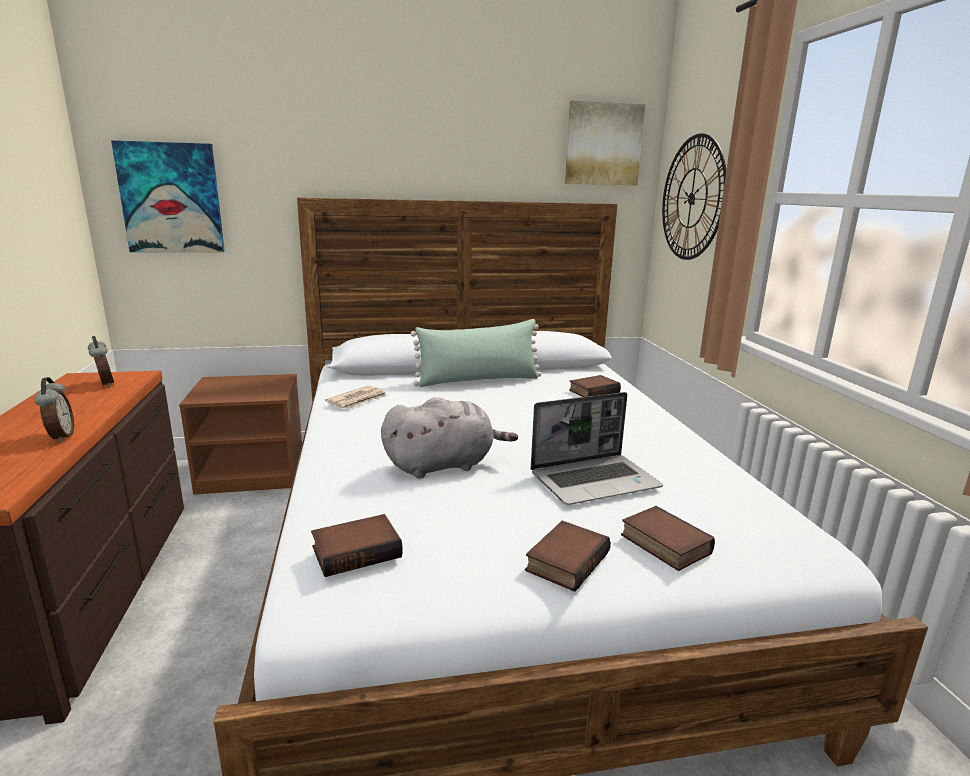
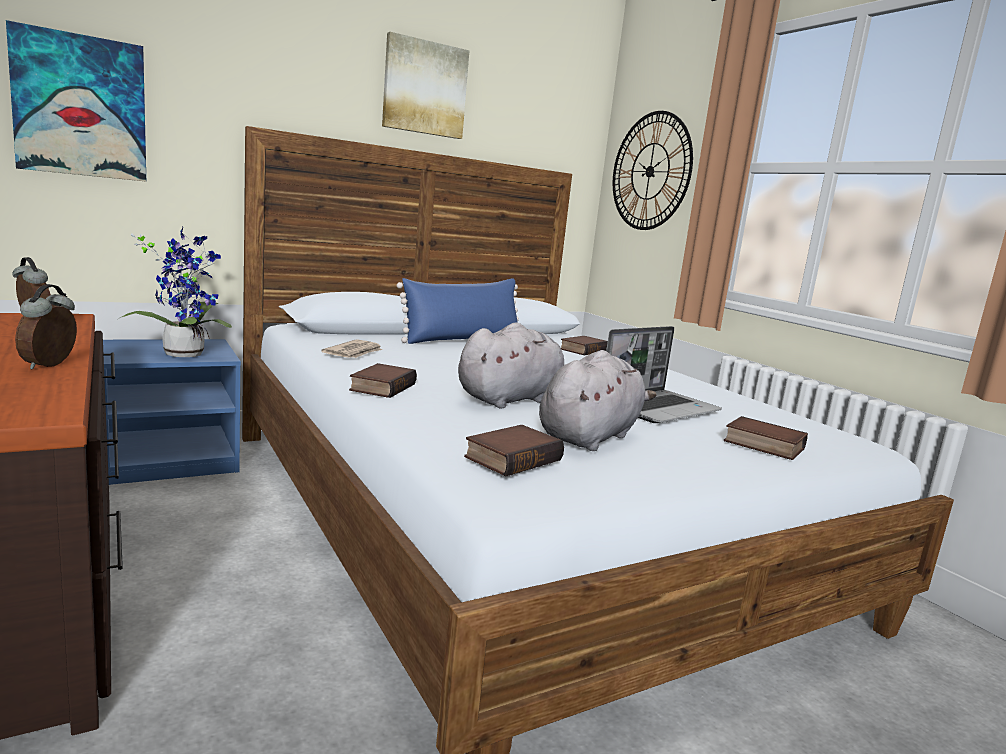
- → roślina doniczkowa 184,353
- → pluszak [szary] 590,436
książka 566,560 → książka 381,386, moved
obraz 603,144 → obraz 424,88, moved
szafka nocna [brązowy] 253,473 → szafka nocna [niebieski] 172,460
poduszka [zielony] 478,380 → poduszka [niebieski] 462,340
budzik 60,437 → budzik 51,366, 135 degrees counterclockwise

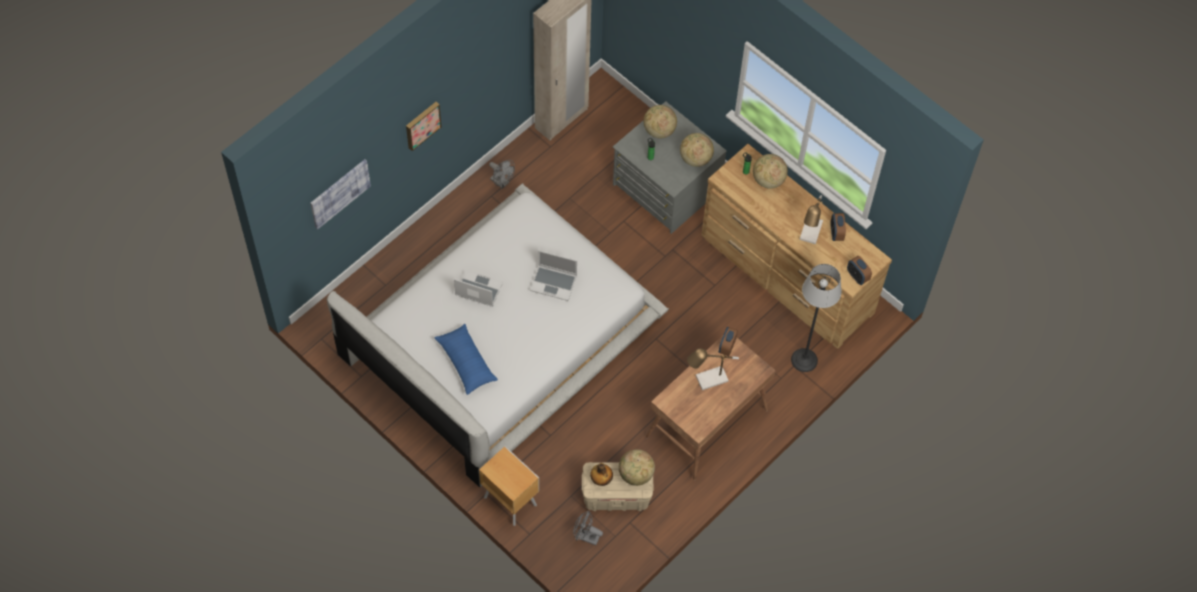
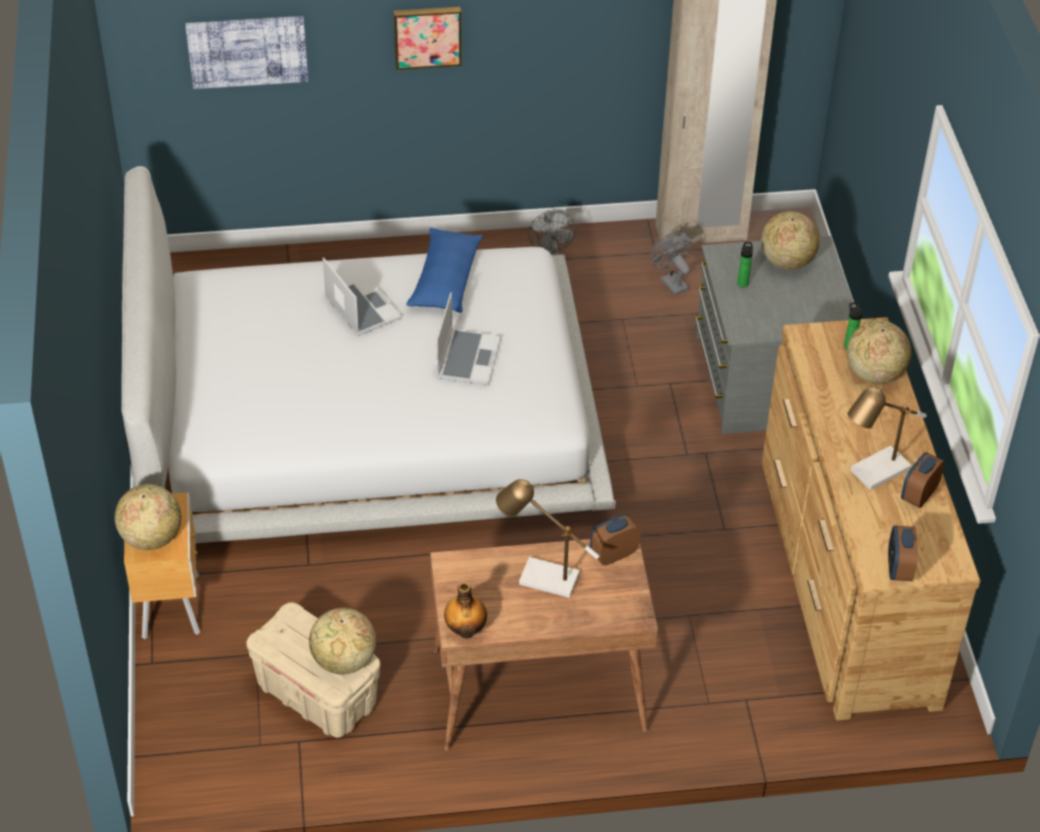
lampa stojąca 804,360 → -
poduszka [niebieski] 466,362 → poduszka [niebieski] 445,279, moved
wentylator [szary] 586,537 → wentylator [szary] 670,282, moved
butelka 601,479 → butelka 466,629, moved
globus 695,158 → globus 151,537, moved
laptop 554,283 → laptop 467,358, 135 degrees counterclockwise

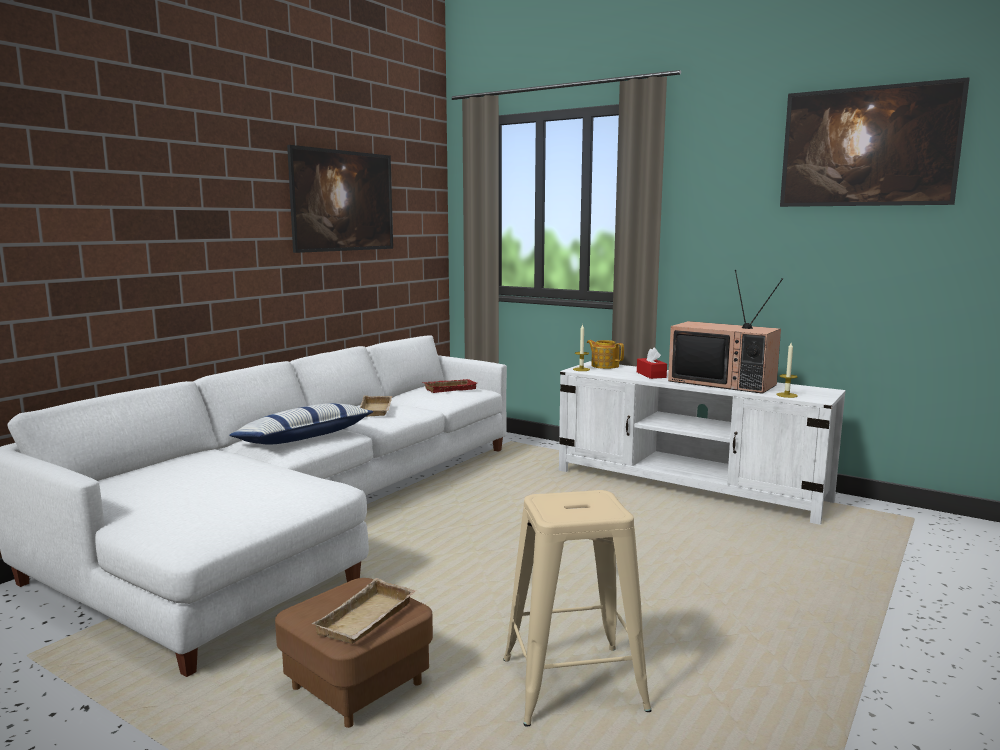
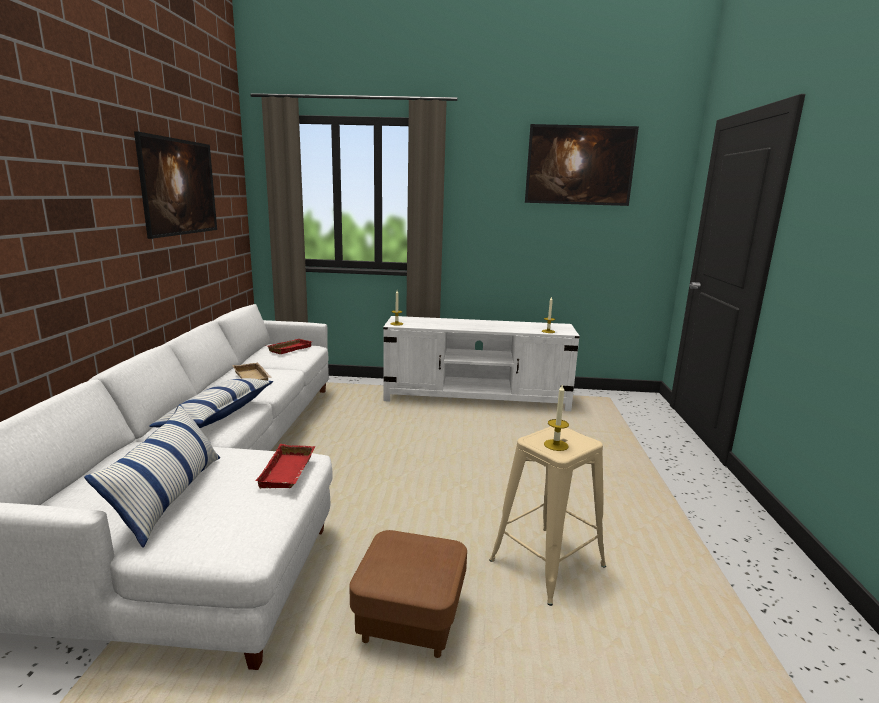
taca [beżowy] 367,620 → -
imbryk 604,366 → -
pudełko chusteczek [czerwony] 651,375 → -
telewizor 724,383 → -
- → poduszka 169,496
- → taca [czerwony] 289,472
- → świeca 556,445

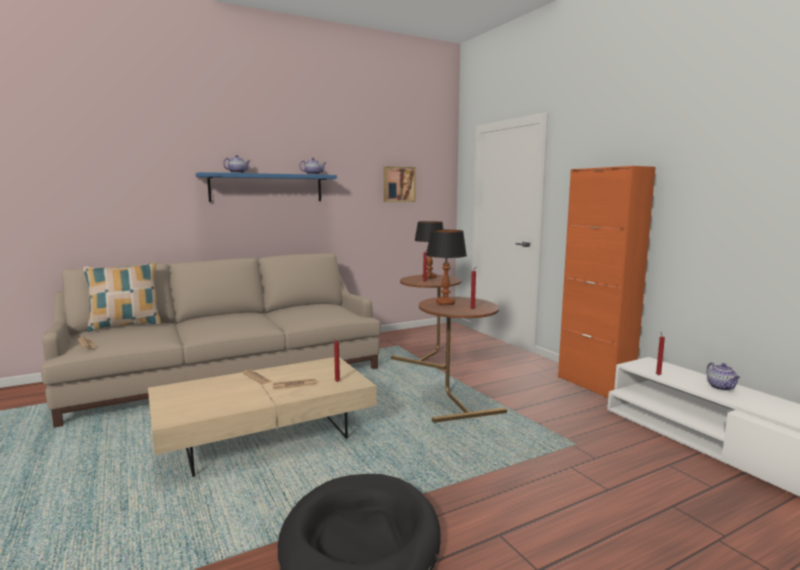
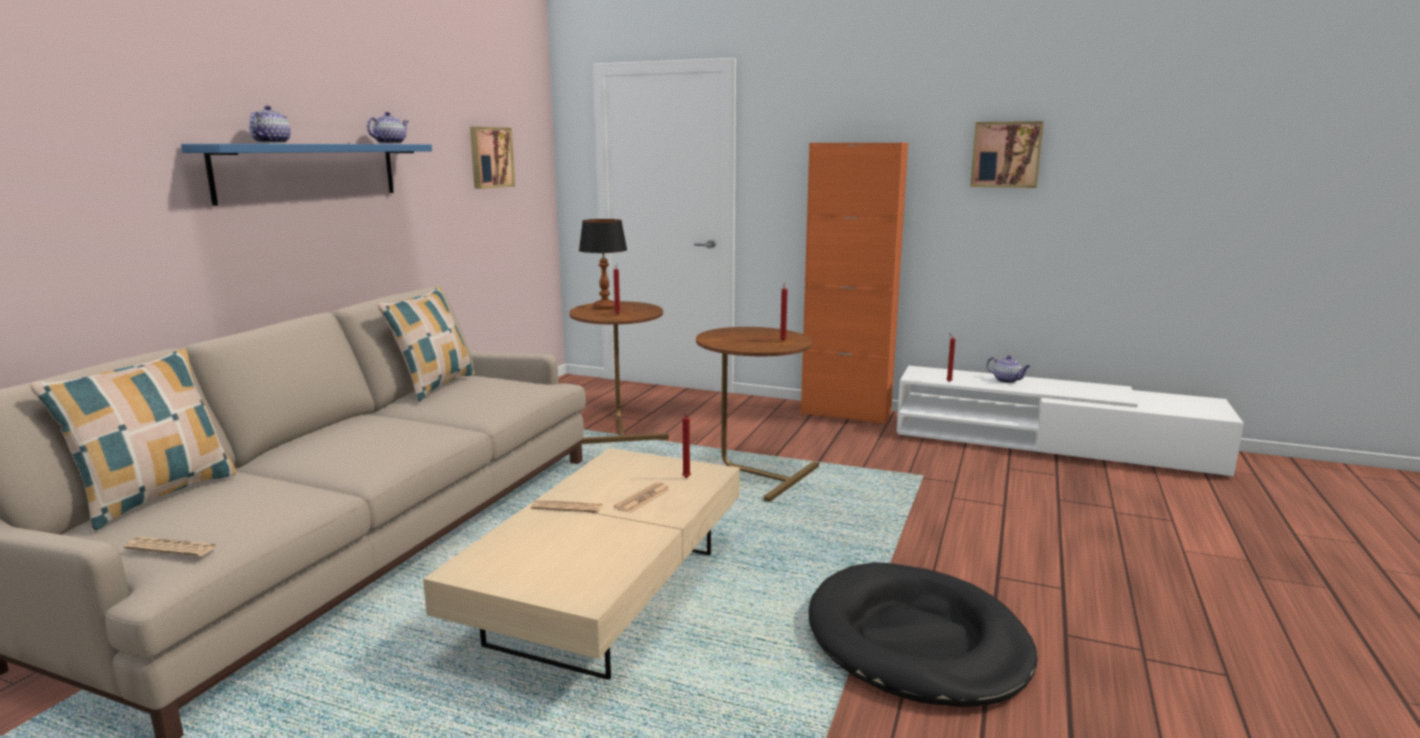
lampa stołowa 445,303 → -
- → poduszka 434,386
- → obraz 1006,154

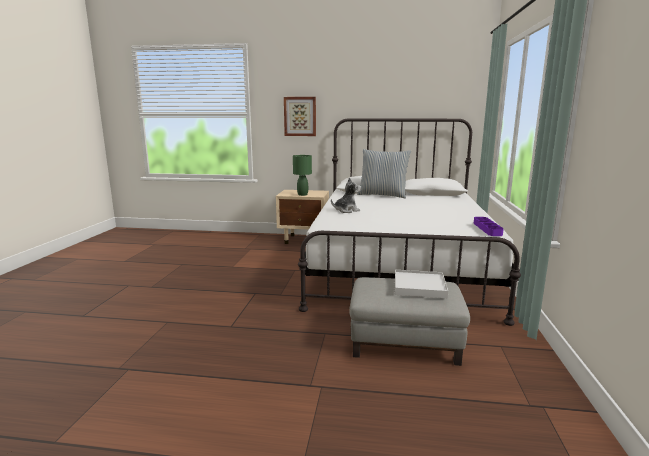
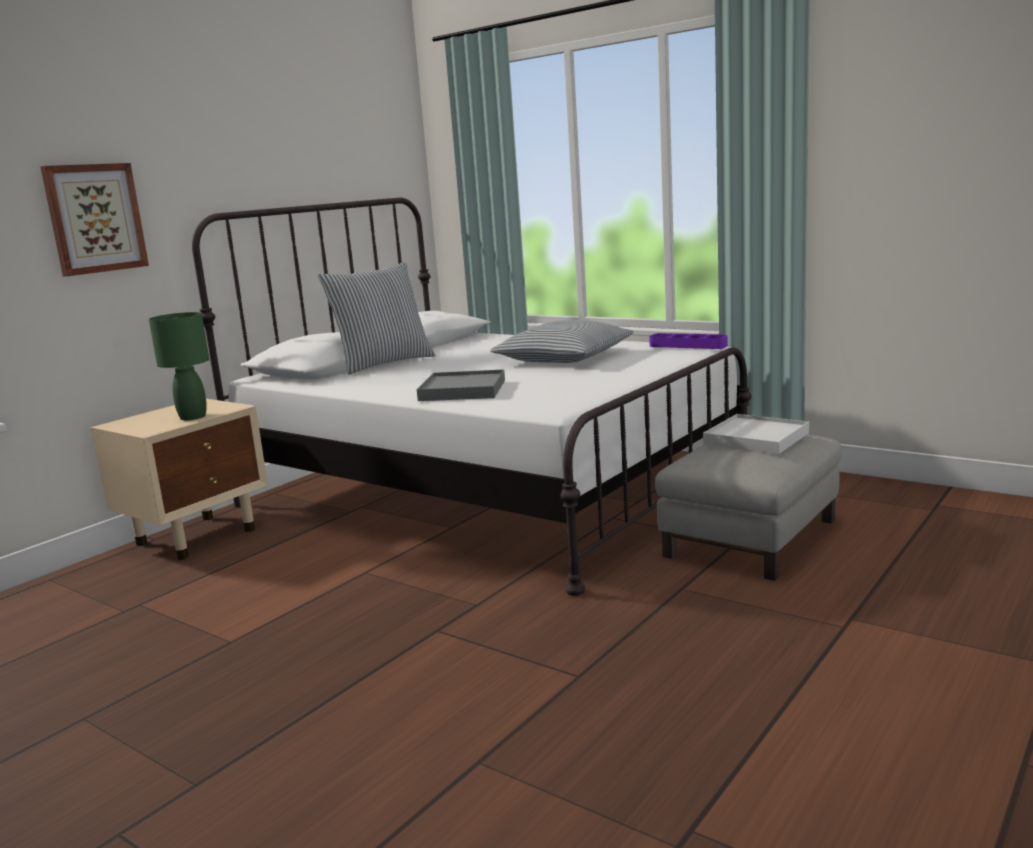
- → poduszka 563,358
pluszak 346,210 → taca [szary] 462,390

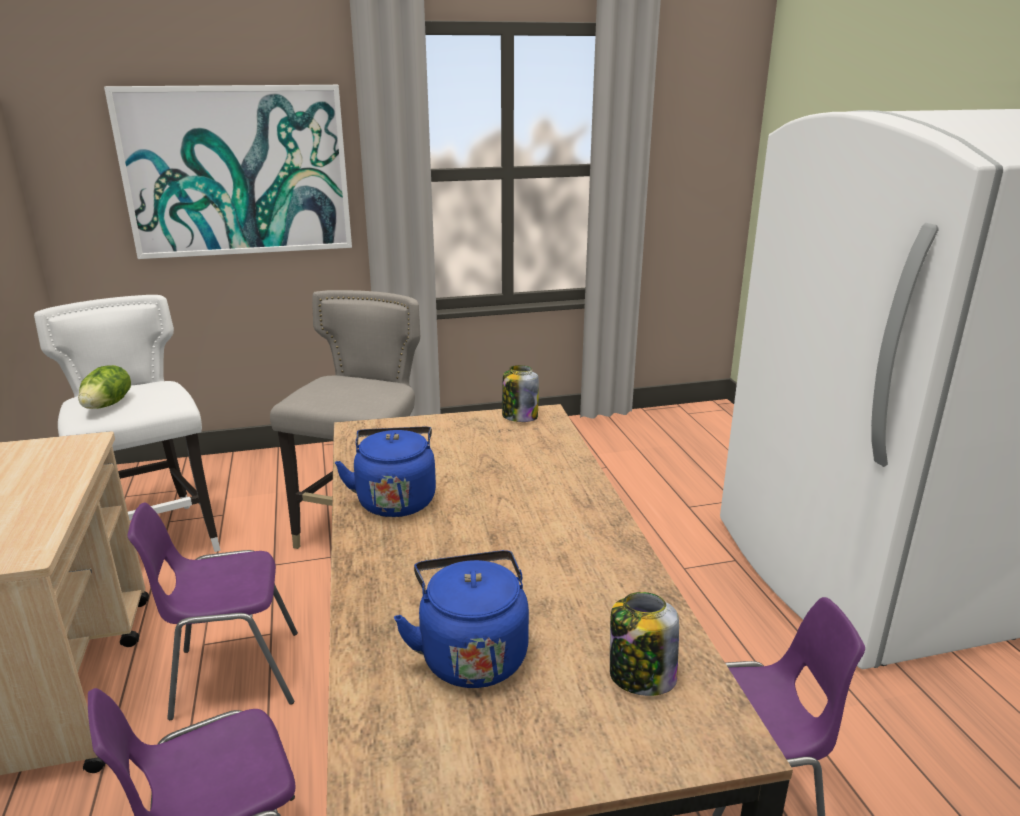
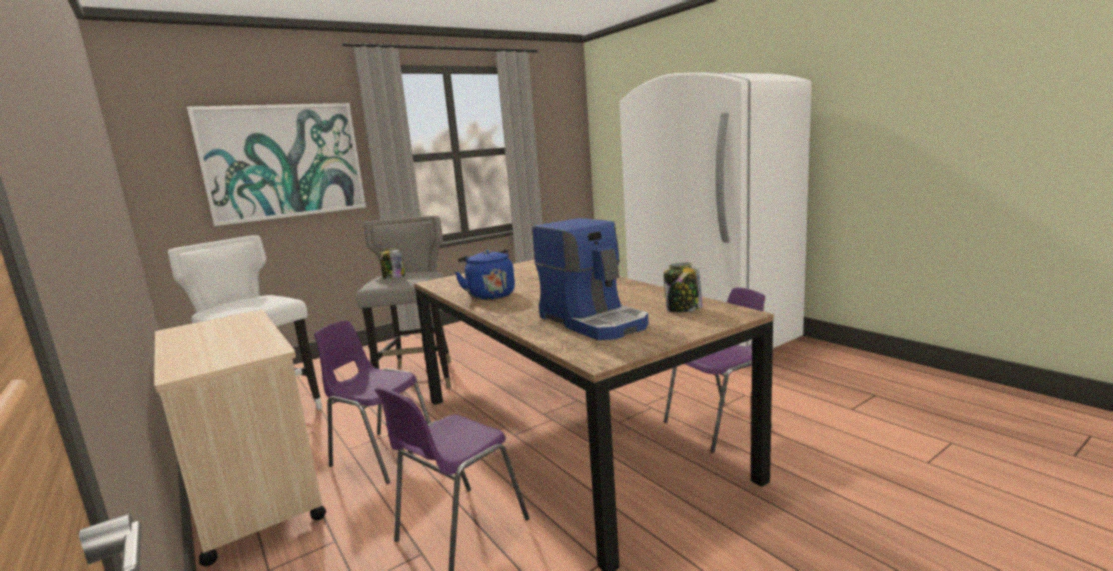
sałata 108,404 → -
słoik 519,416 → słoik 393,278, moved
czajnik [niebieski] 471,654 → ekspres do kawy 594,321
krzesło [fioletowy] 233,675 → krzesło [fioletowy] 382,455, 60 degrees clockwise

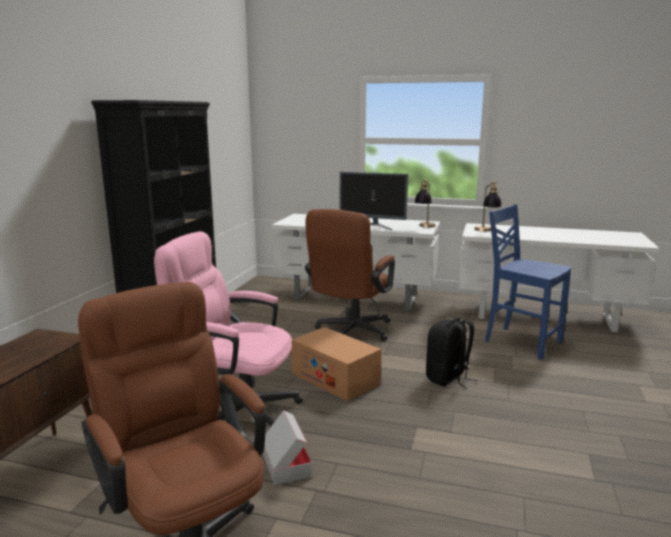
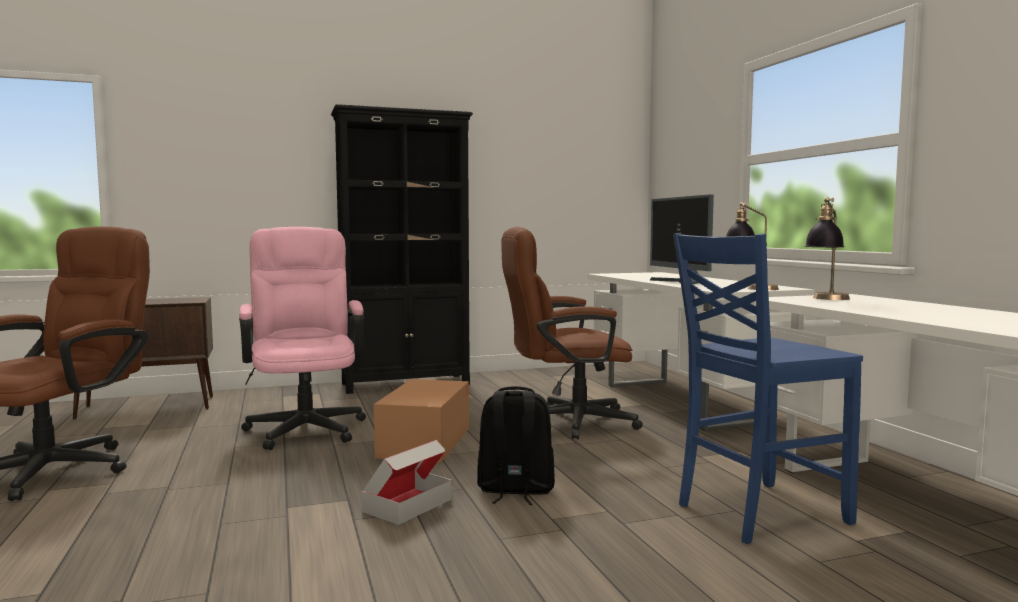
karton 286,463 → karton 407,505, moved
krzesło [niebieski] 521,342 → krzesło [niebieski] 757,513, 120 degrees counterclockwise

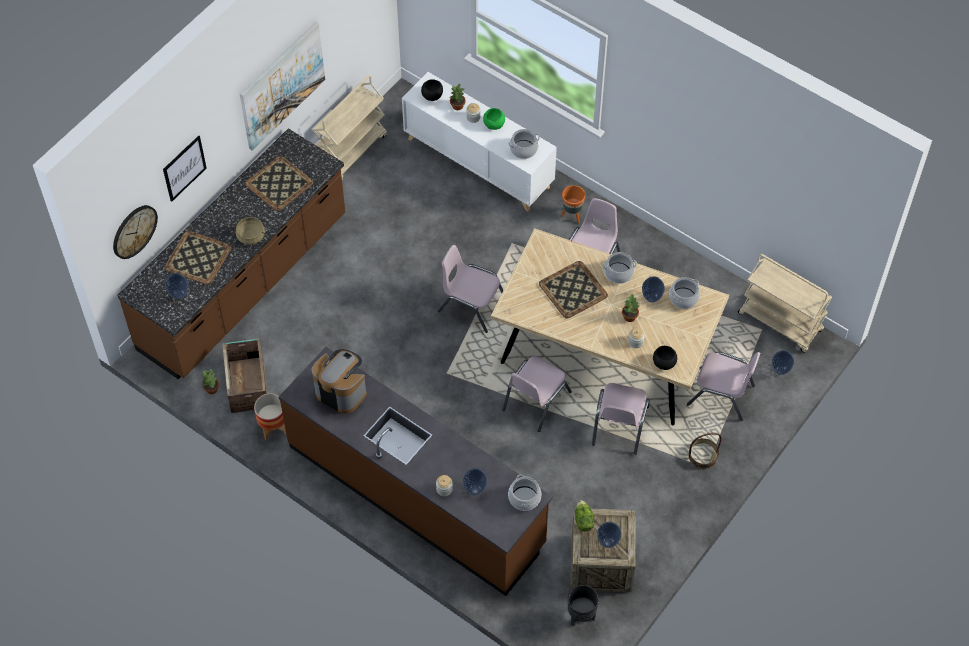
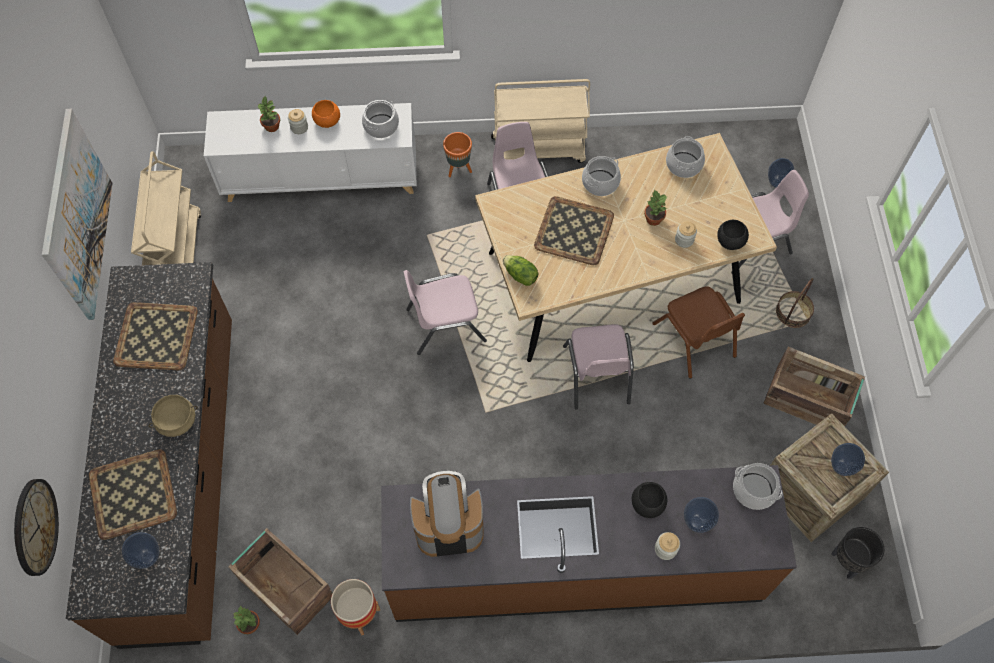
obraz 184,168 → -
wazon 652,298 → -
- → skrzynka 808,400
miska [czarny] 432,95 → miska [czarny] 648,504, moved
sałata 583,520 → sałata 520,276, moved
wózek [beżowy] 781,322 → wózek [beżowy] 538,149, moved
miska [zielony] 493,124 → miska [pomarańczowy] 326,121
krzesło [różowy] 619,426 → krzesło [brązowy] 694,340

